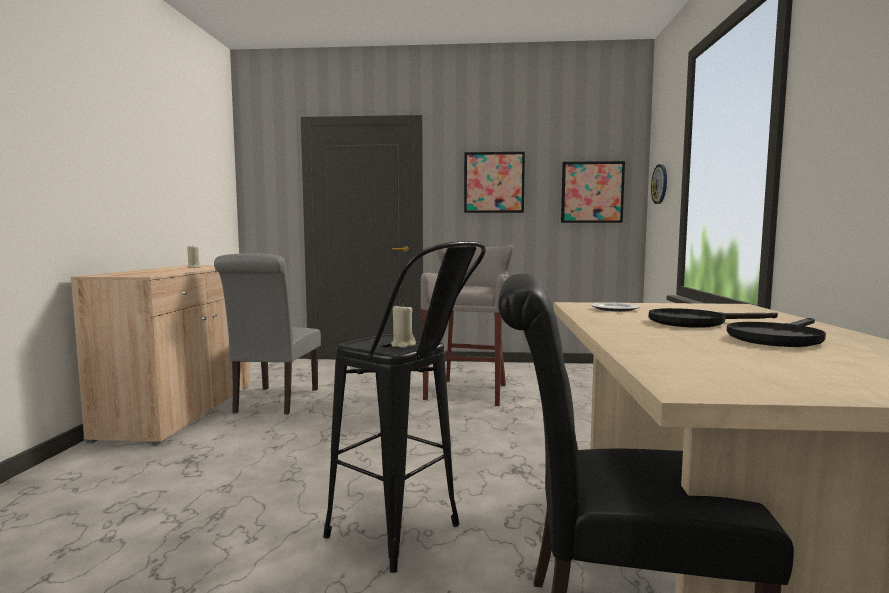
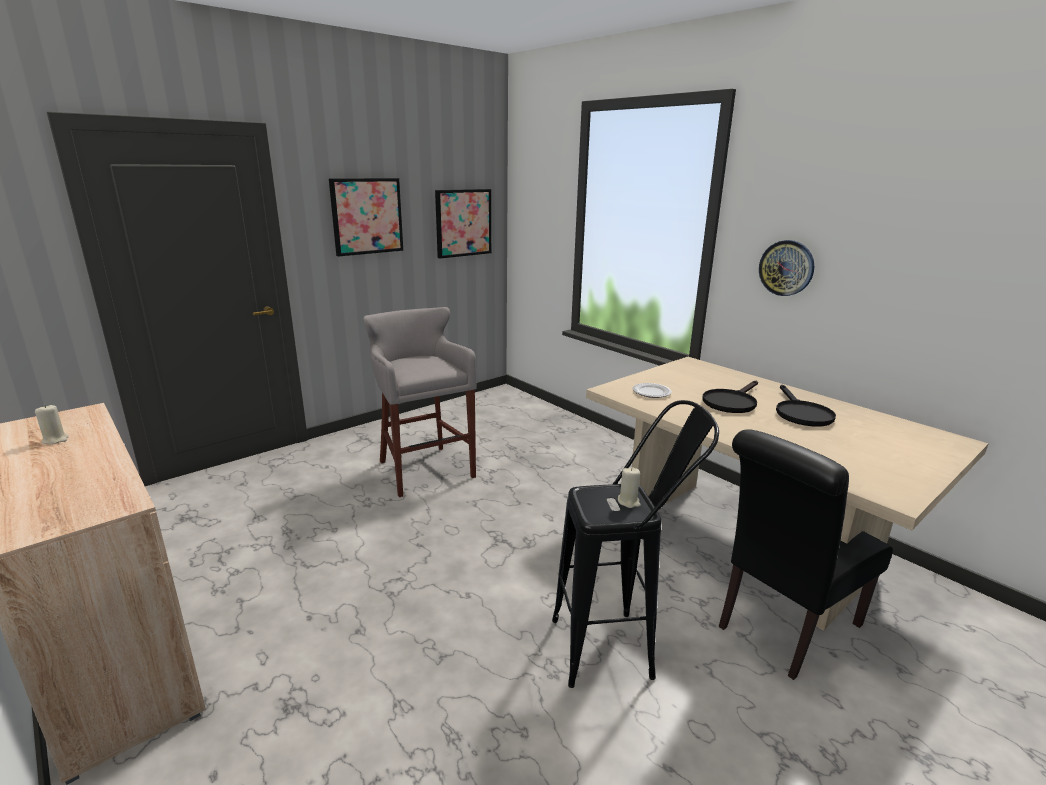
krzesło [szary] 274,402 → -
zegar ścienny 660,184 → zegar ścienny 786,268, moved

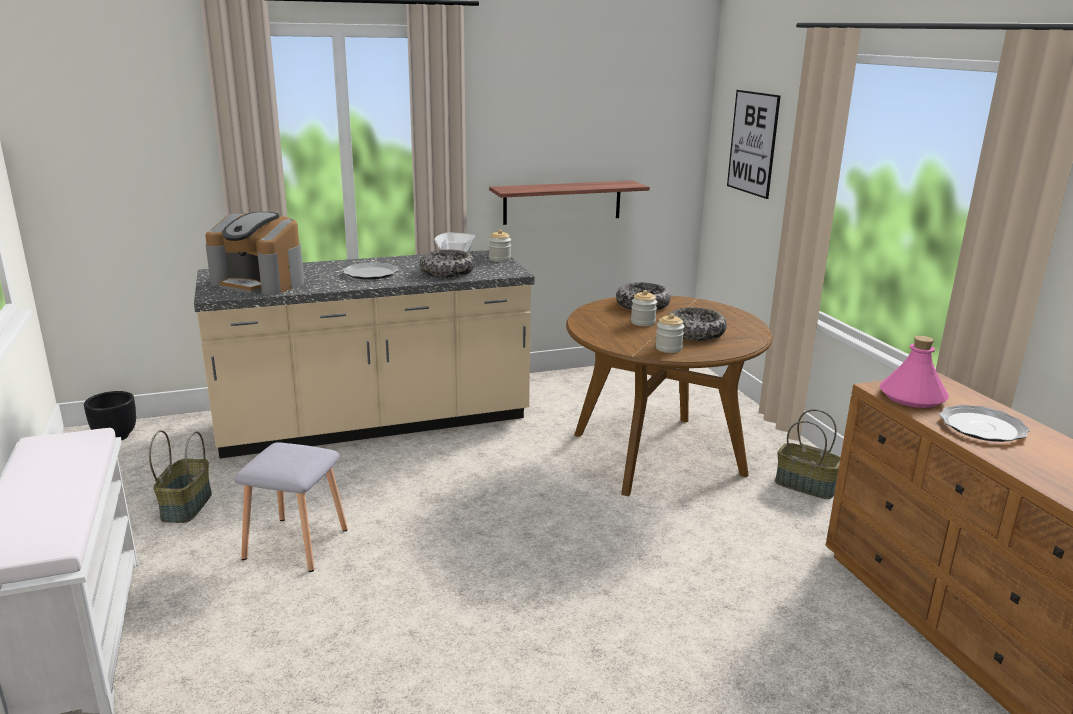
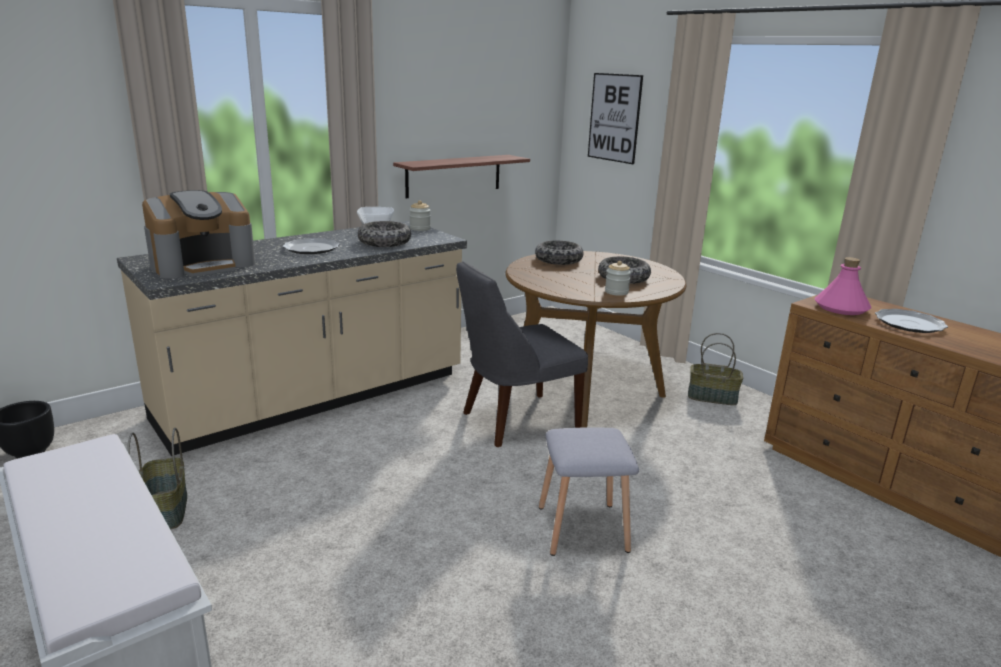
słoik 643,322 → -
- → krzesło [szary] 515,421
stołek [szary] 298,543 → stołek [szary] 584,528, moved
ekspres do kawy 260,282 → ekspres do kawy 203,264, 45 degrees counterclockwise

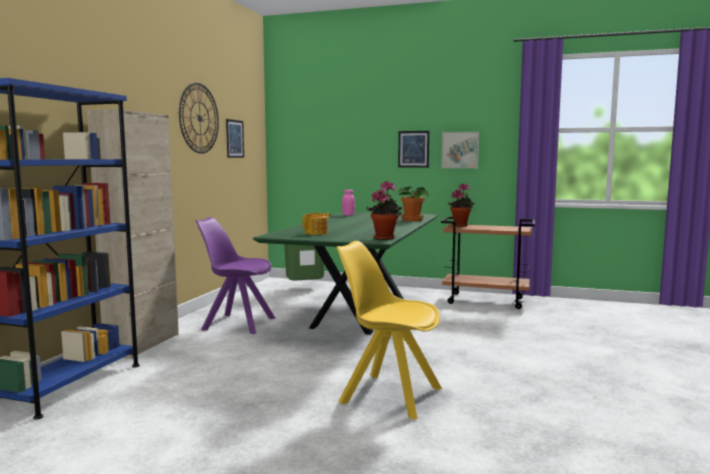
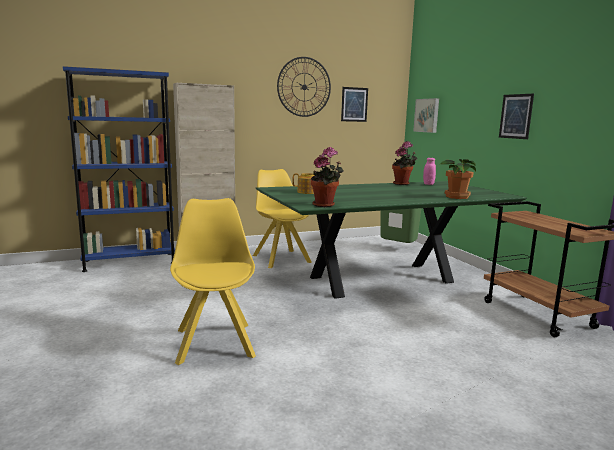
obraz 460,150 → obraz 427,115, moved
roślina doniczkowa 461,225 → roślina doniczkowa 402,184, moved
krzesło [fioletowy] 237,324 → krzesło [żółty] 281,258

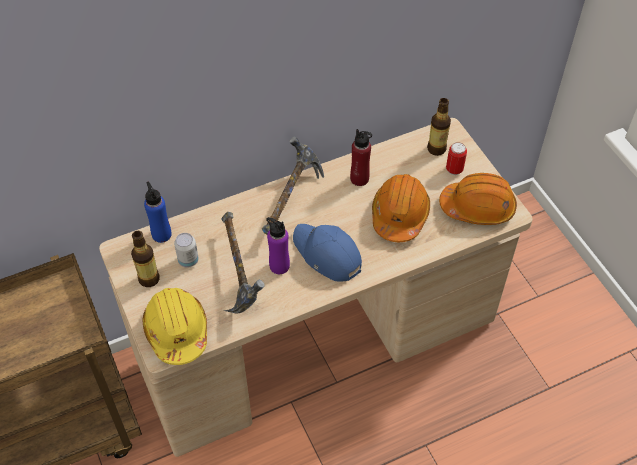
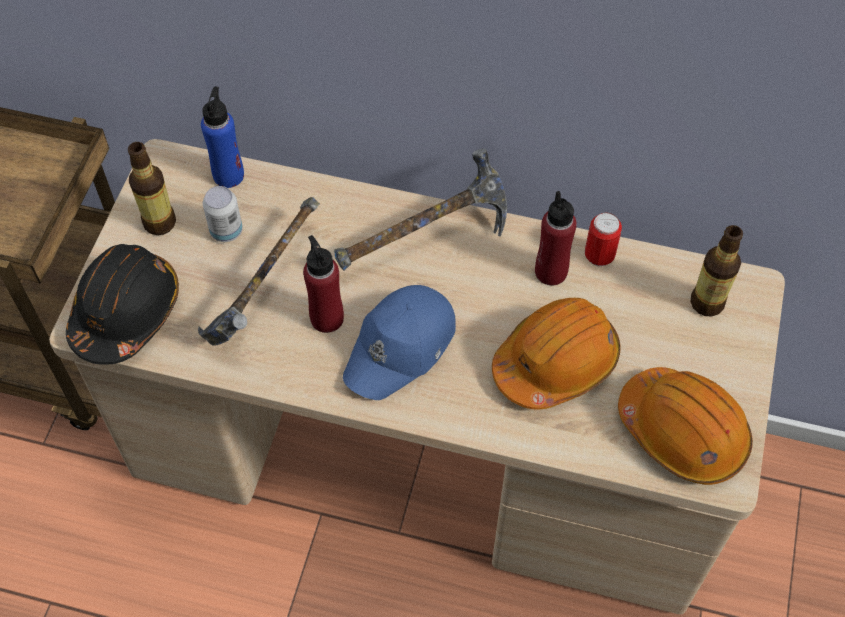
puszka 454,170 → puszka 599,256, moved
kask [żółty] 177,331 → kask [czarny] 126,312
butelka [fioletowy] 279,266 → butelka [czerwony] 327,318
czapka z daszkiem [niebieski] 327,255 → czapka z daszkiem [niebieski] 401,347, 135 degrees counterclockwise

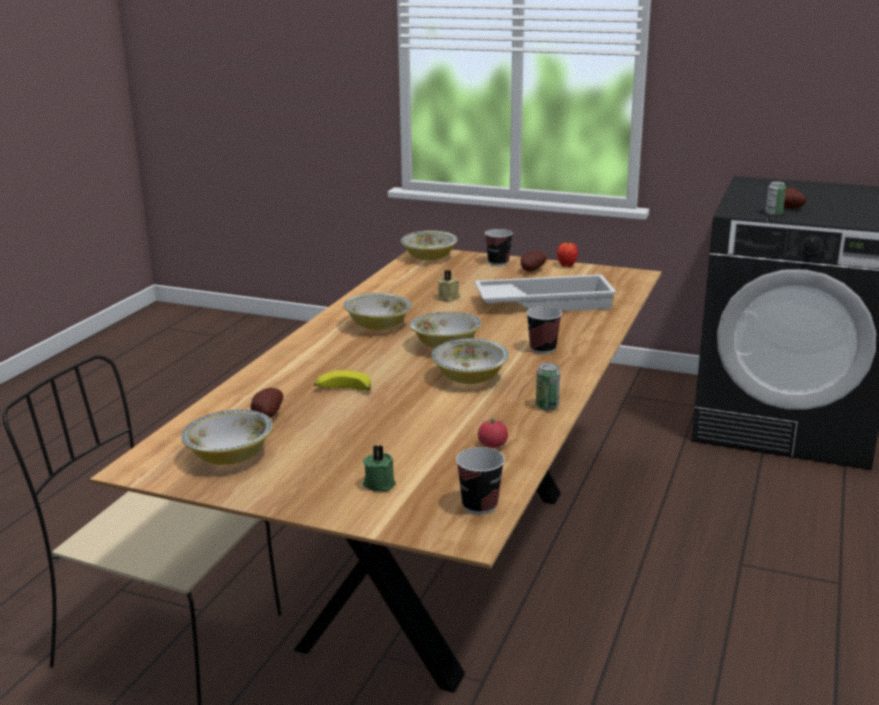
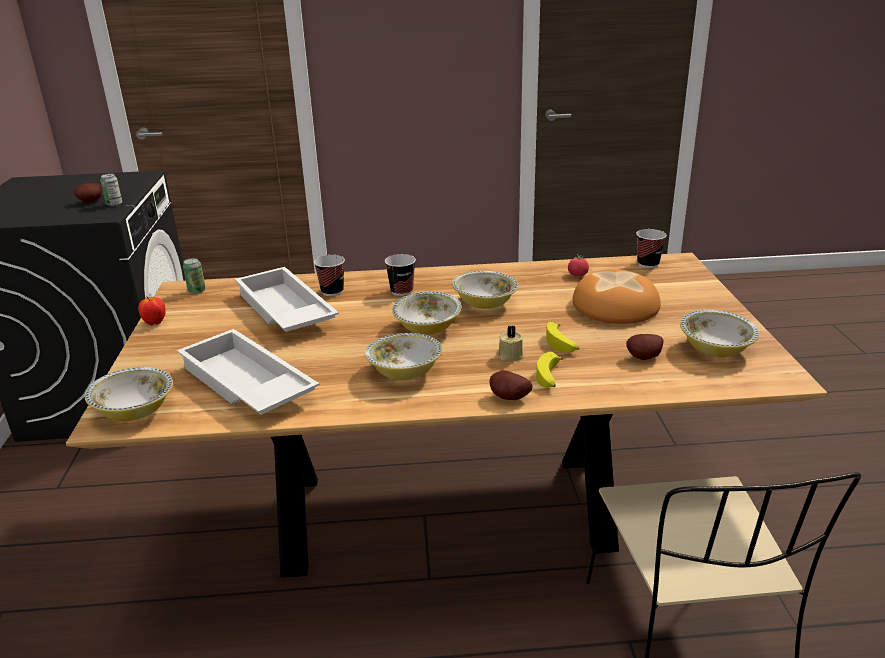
świeca [zielony] 379,483 → -
- → taca [biały] 245,385
- → banan 550,377
- → chleb 616,306
świeca [beżowy] 449,298 → świeca [beżowy] 510,355, moved
filiżanka 498,263 → filiżanka 332,291, moved
ziemniak 531,271 → ziemniak 509,399, moved
puszka 547,406 → puszka 197,291, moved

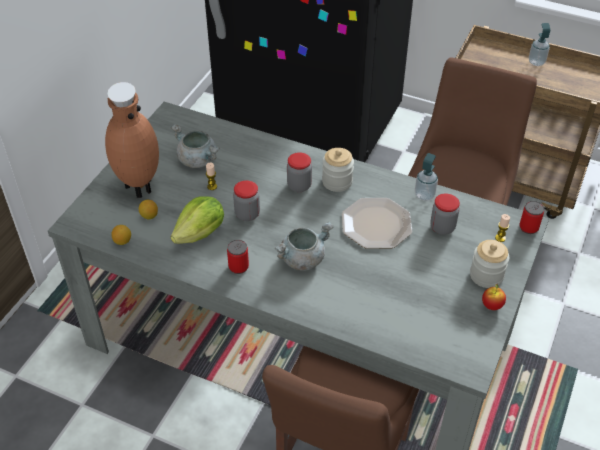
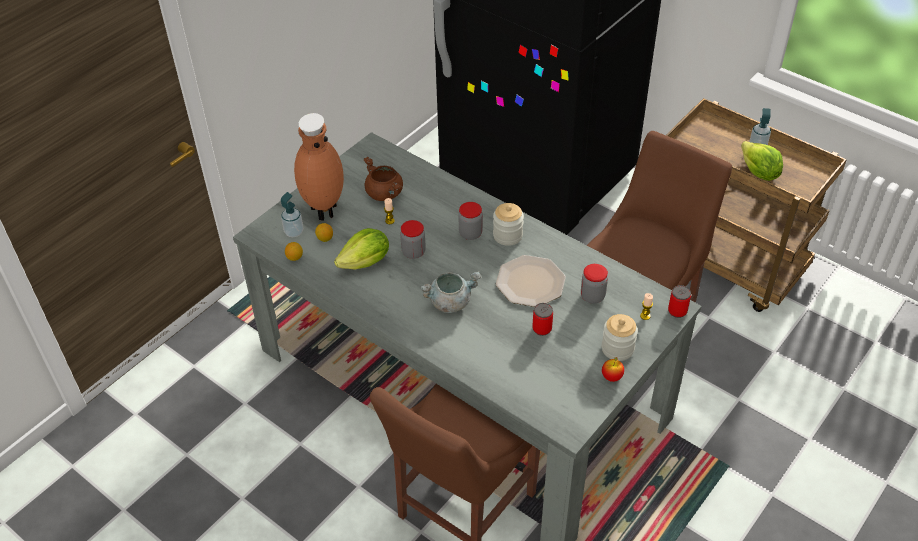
- → sałata 758,173
puszka 238,267 → puszka 542,329, moved
dozownik mydła 424,195 → dozownik mydła 294,232, moved
garnek [szary] 198,160 → garnek [brązowy] 385,194

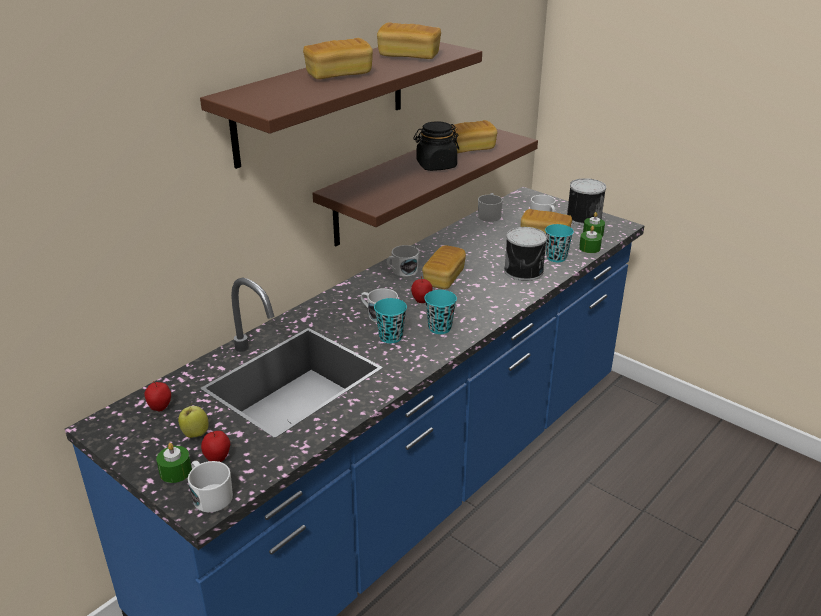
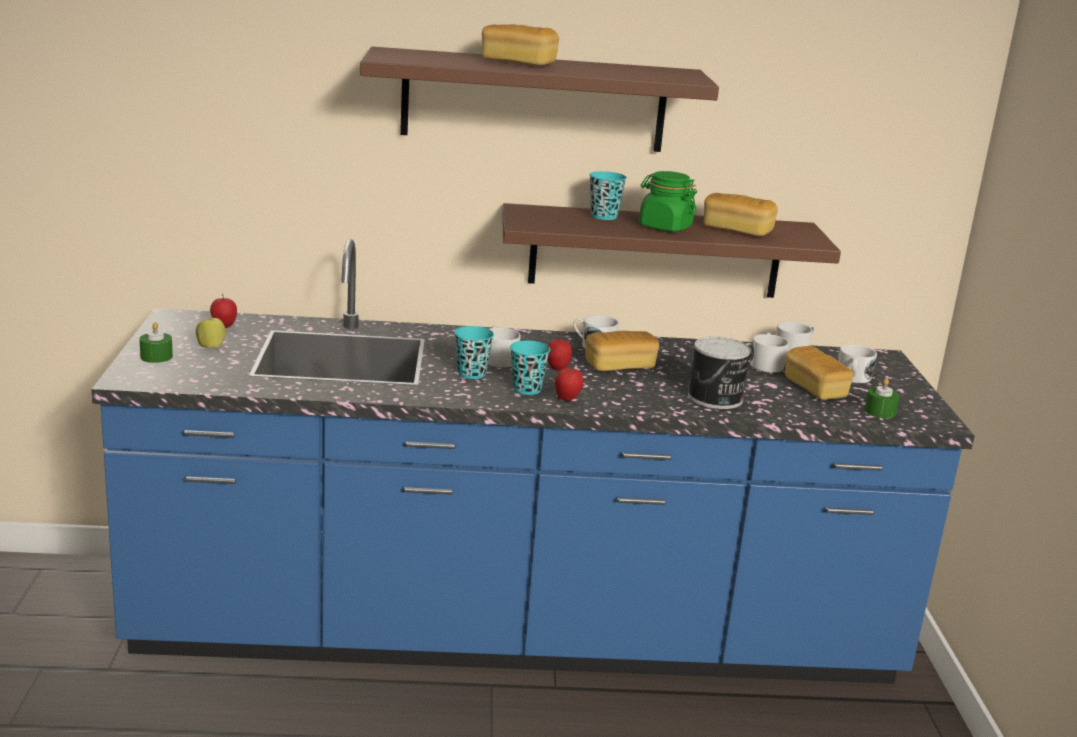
chleb 409,56 → -
puszka 583,217 → -
świeca [zielony] 589,248 → -
kubek [biały] 210,495 → kubek [biały] 766,364, moved
jabłko 218,459 → jabłko 567,399, moved
filiżanka [turkusowy] 556,257 → filiżanka [turkusowy] 604,216, moved
słoik [czarny] 436,165 → słoik [zielony] 664,227

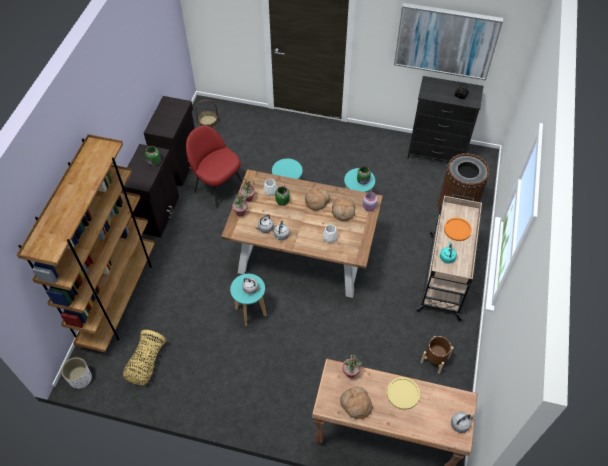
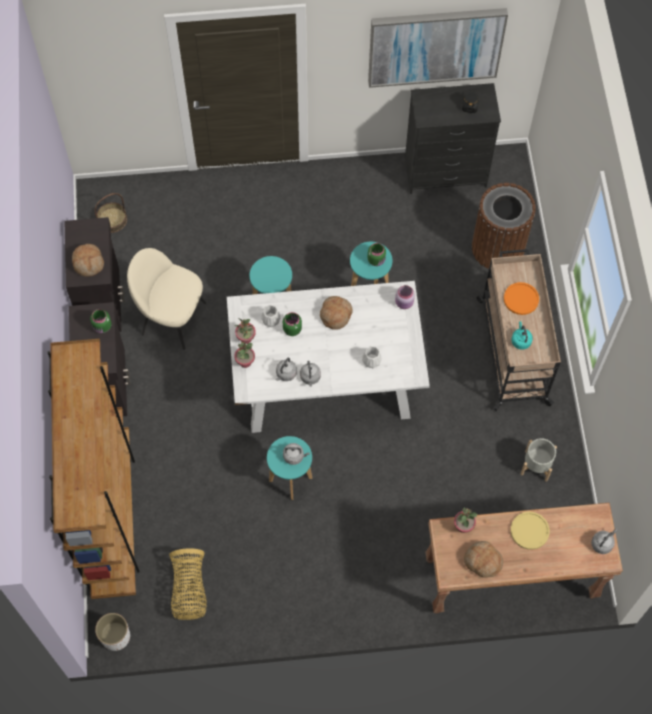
chleb 343,211 → chleb 88,263, moved
krzesło [czerwony] 218,187 → krzesło [beżowy] 172,317
stół jadalny [brązowy] 304,254 → stół jadalny [biały] 327,378
donica [brązowy] 434,359 → donica [szary] 536,465

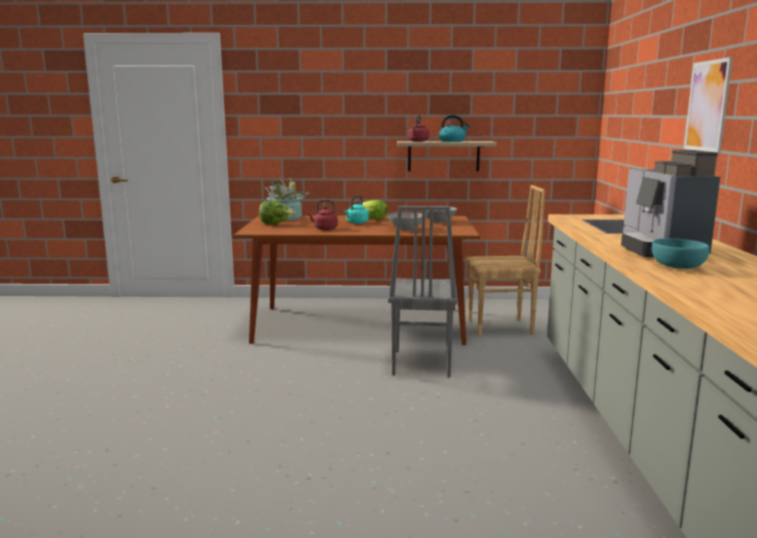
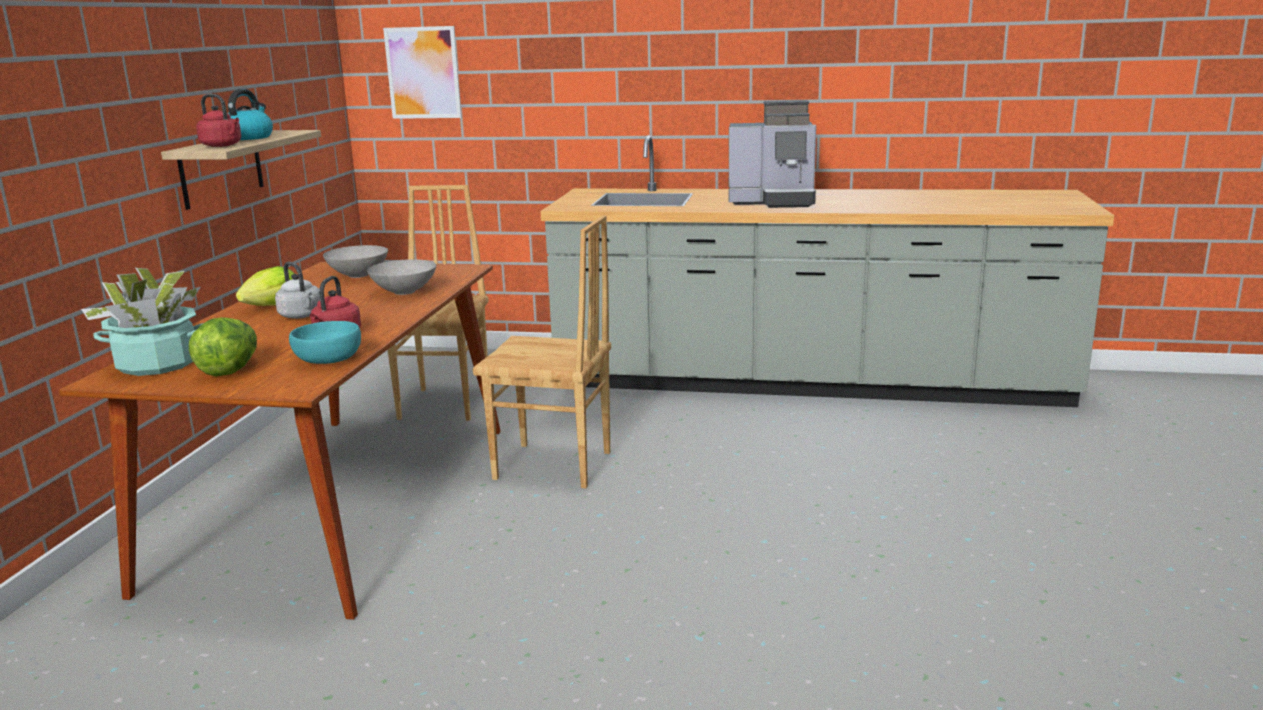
miska [turkusowy] 677,266 → miska [turkusowy] 329,360, moved
obraz 707,106 → obraz 423,73, moved
czajnik [turkusowy] 356,223 → czajnik [szary] 302,316
krzesło [szary] 420,363 → krzesło [brązowy] 553,466

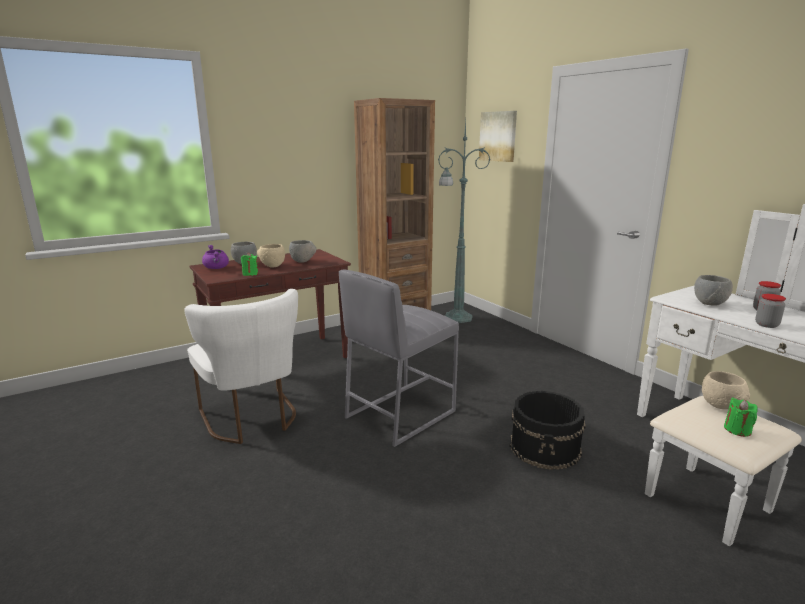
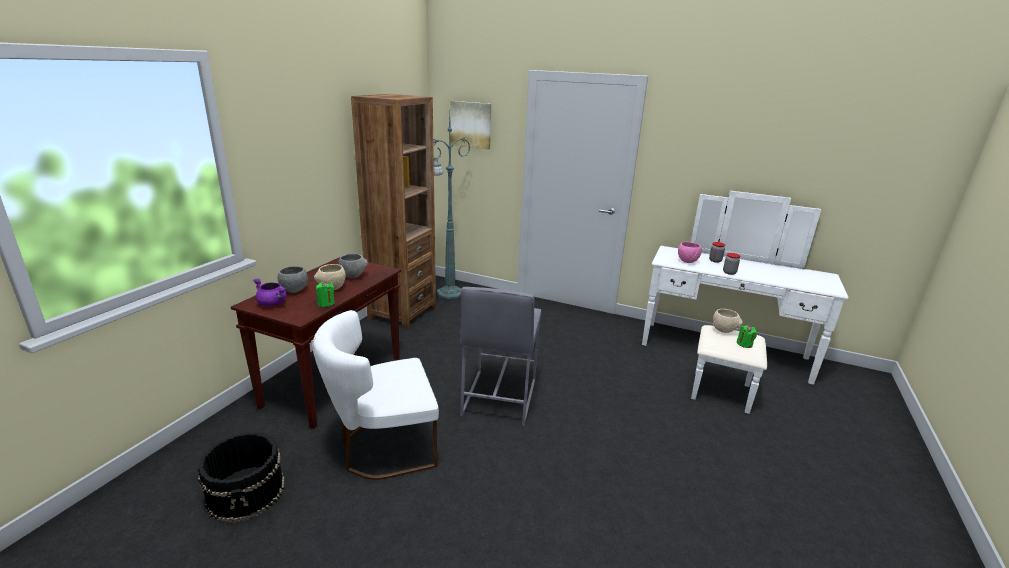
wiadro [czarny] 545,447 → wiadro [czarny] 247,492, moved
miska [szary] 710,304 → miska [różowy] 687,261
krzesło [biały] 252,419 → krzesło [biały] 382,448, 135 degrees clockwise

